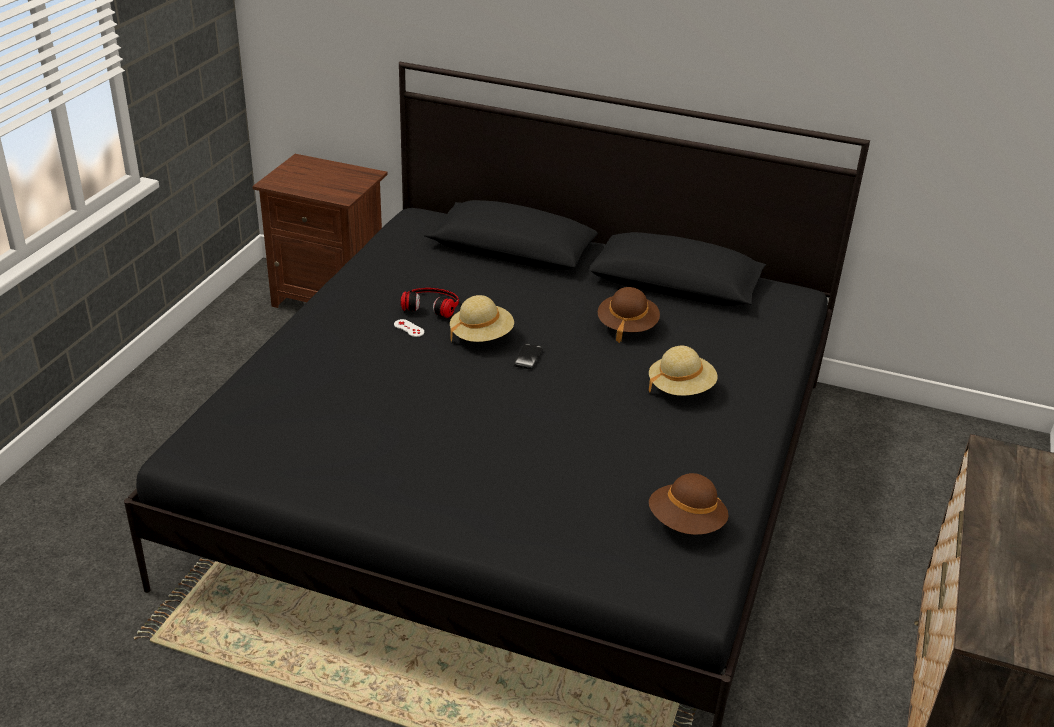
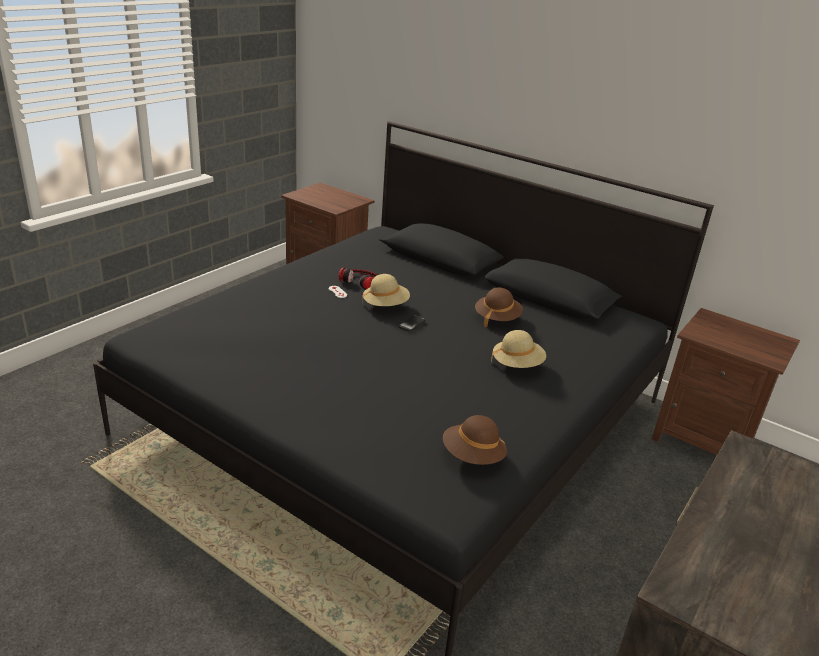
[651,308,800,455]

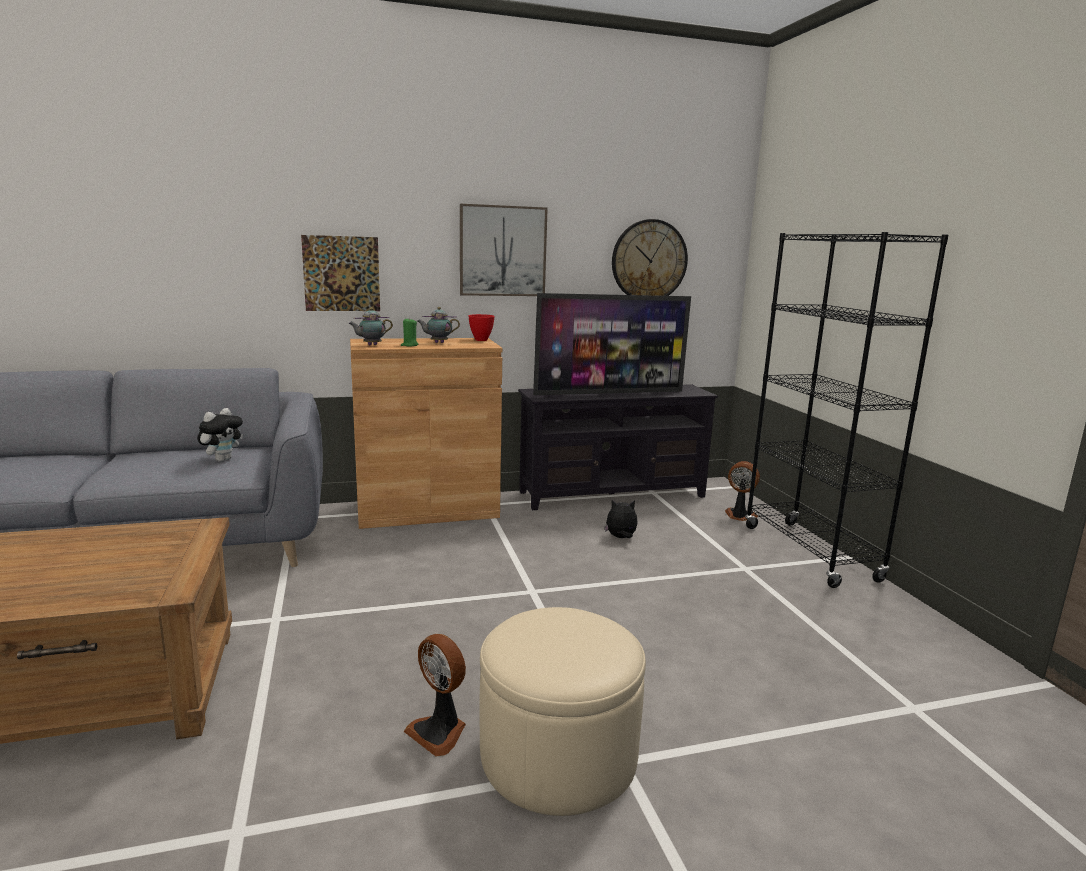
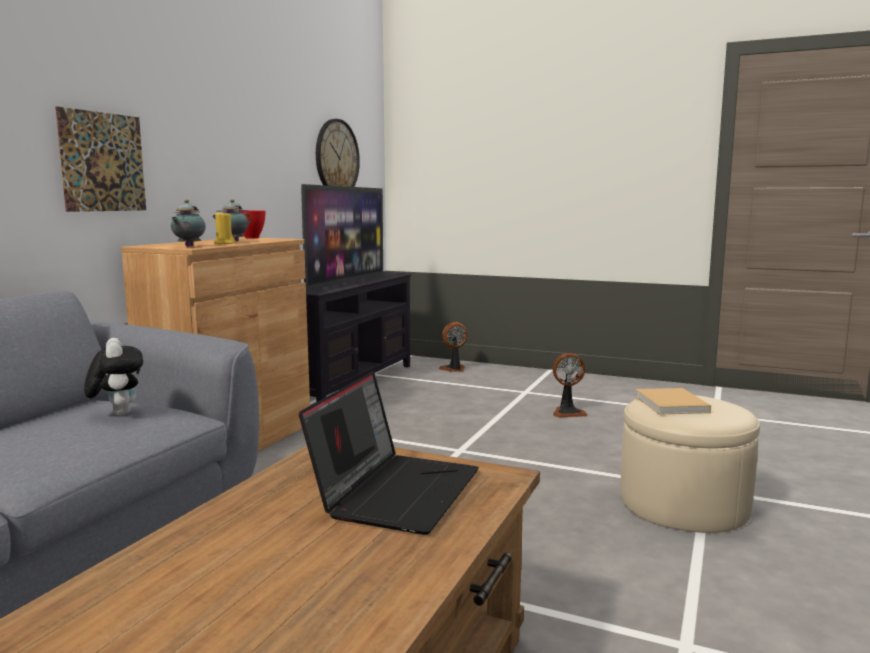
[460,204,548,296] (first image)
[745,232,948,588] (first image)
[214,211,235,244]
[604,500,638,538] (first image)
[553,353,588,418]
[299,371,479,535]
[635,388,711,415]

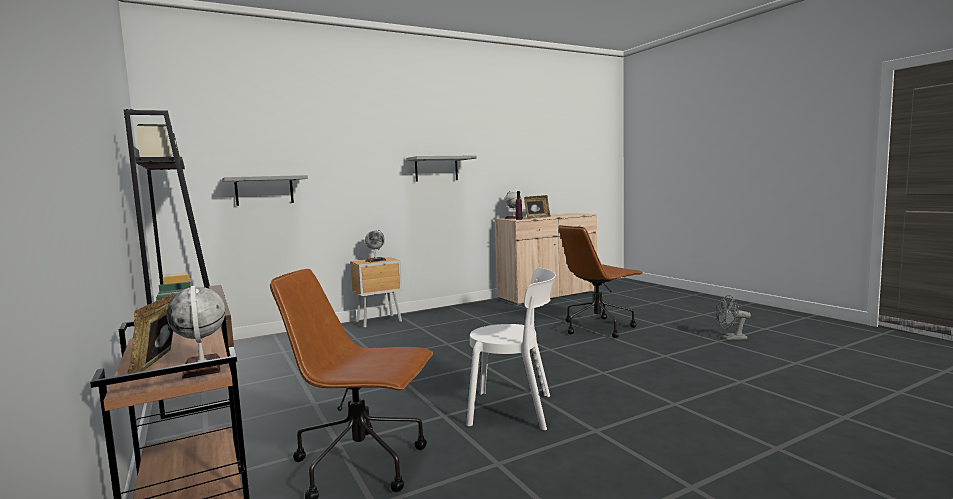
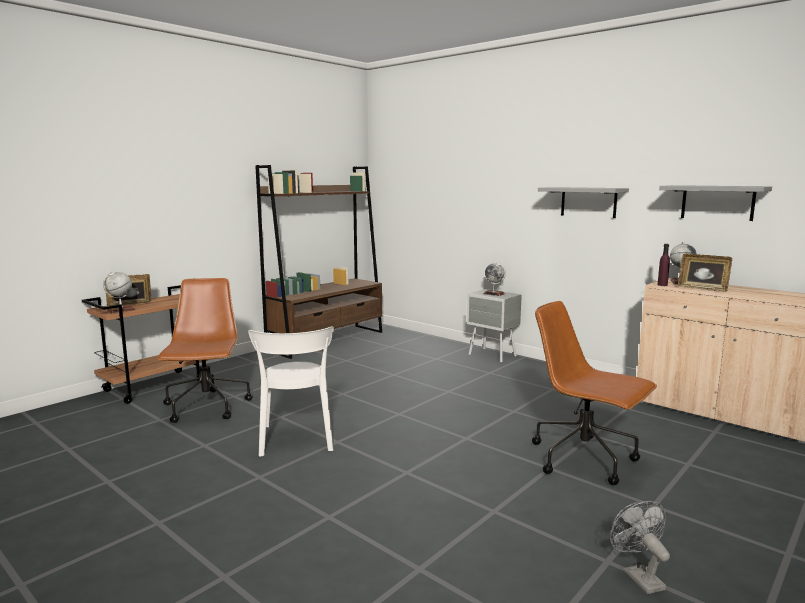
[659,185,772,221]
[467,289,522,363]

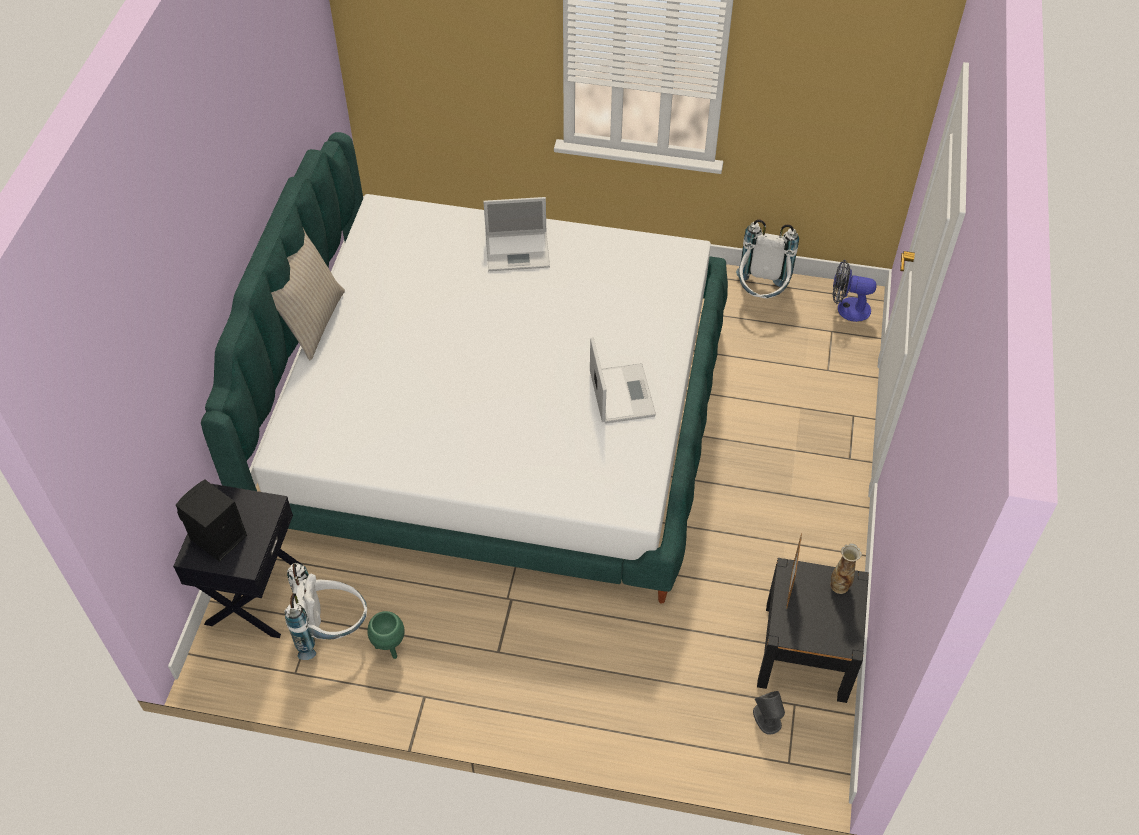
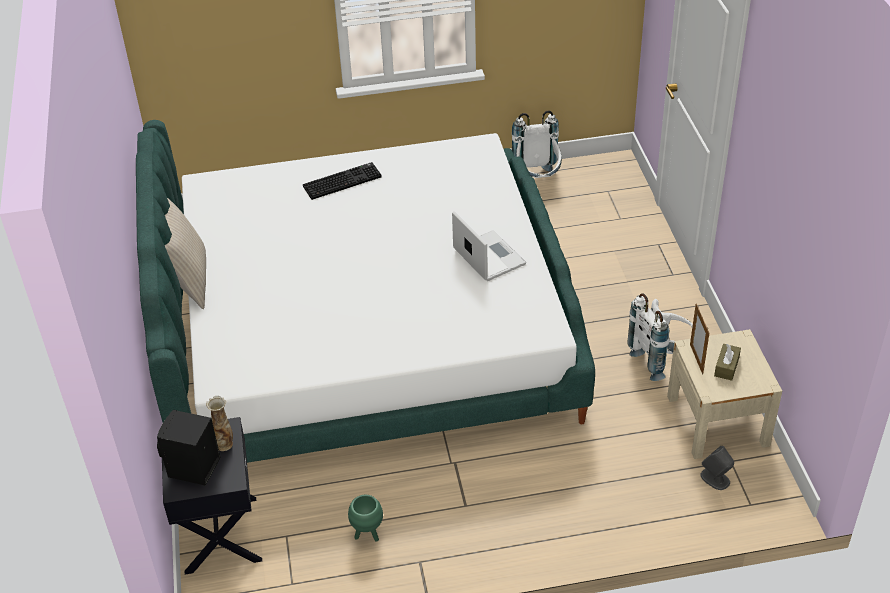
[303,162,382,200]
[833,260,877,322] (first image)
[206,396,233,451]
[667,329,782,459]
[627,293,693,381]
[714,344,741,381]

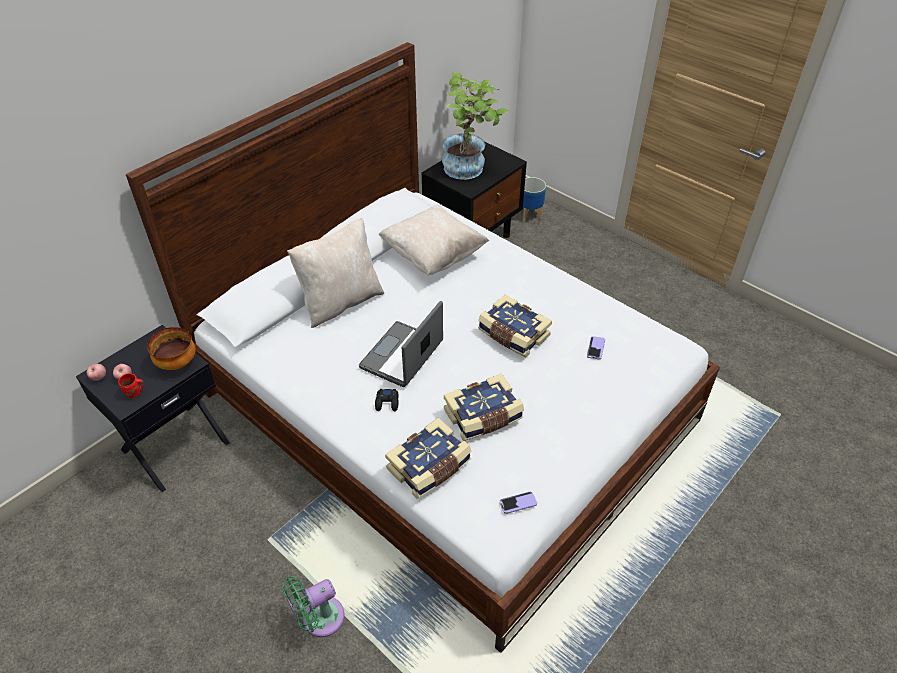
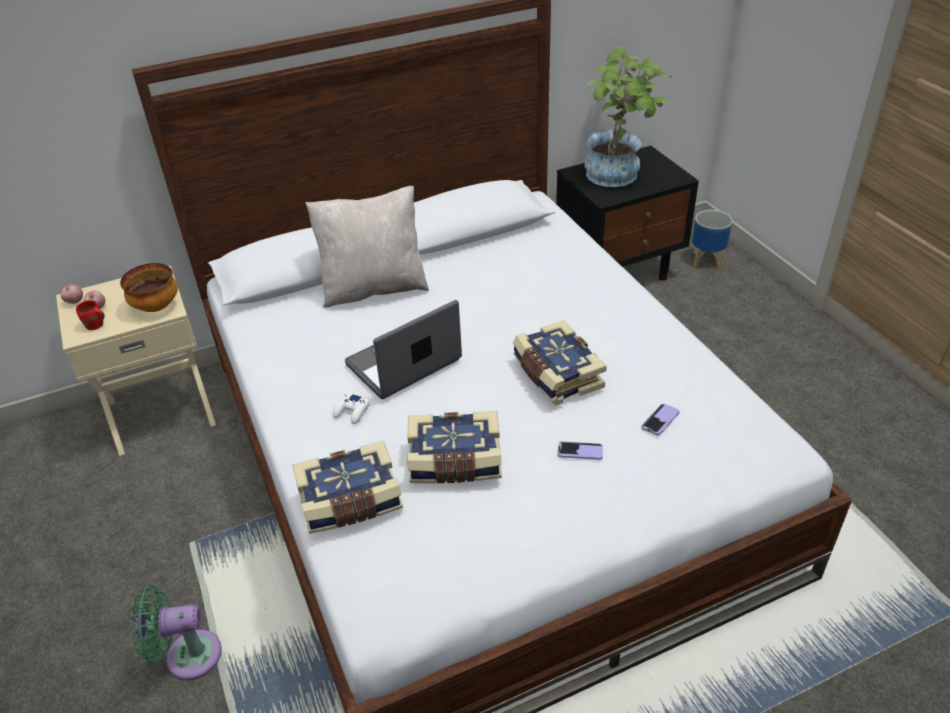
[379,204,489,276] (first image)
[56,265,216,456]
[333,392,370,424]
[558,441,603,460]

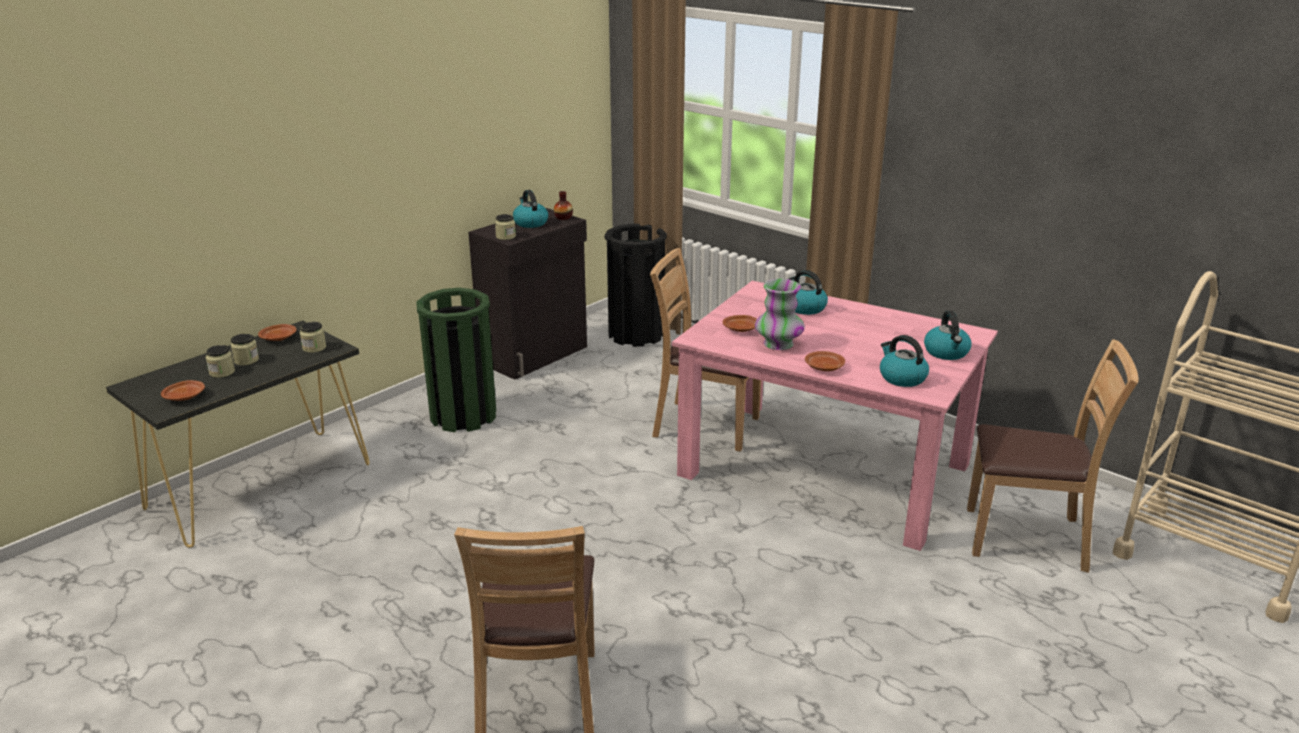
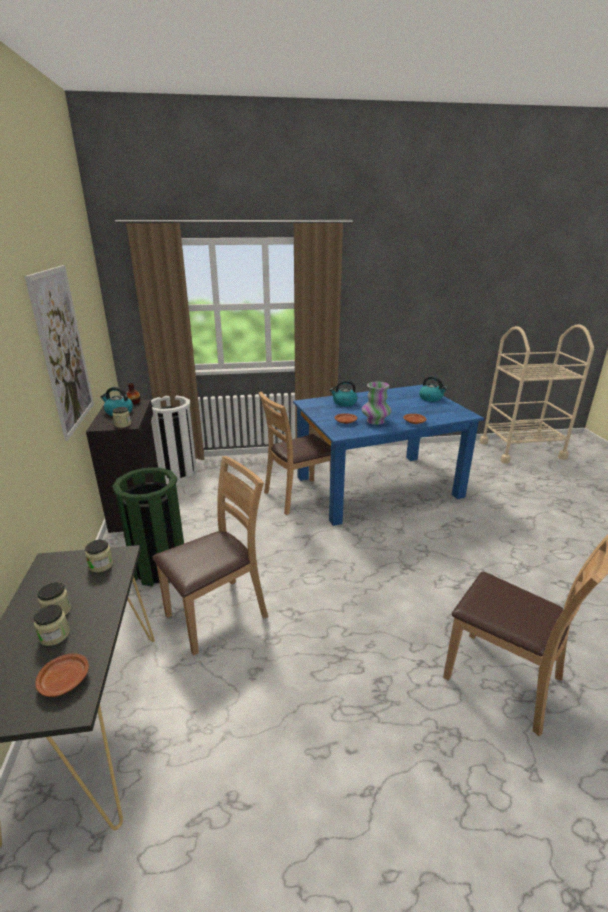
[151,396,197,480]
[293,385,484,526]
[258,324,297,341] (first image)
[880,335,929,387] (first image)
[152,456,268,655]
[25,265,94,441]

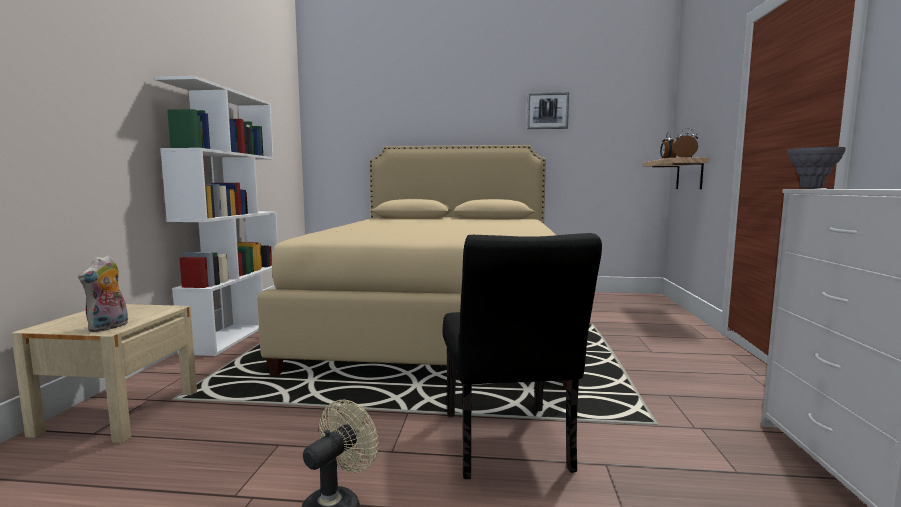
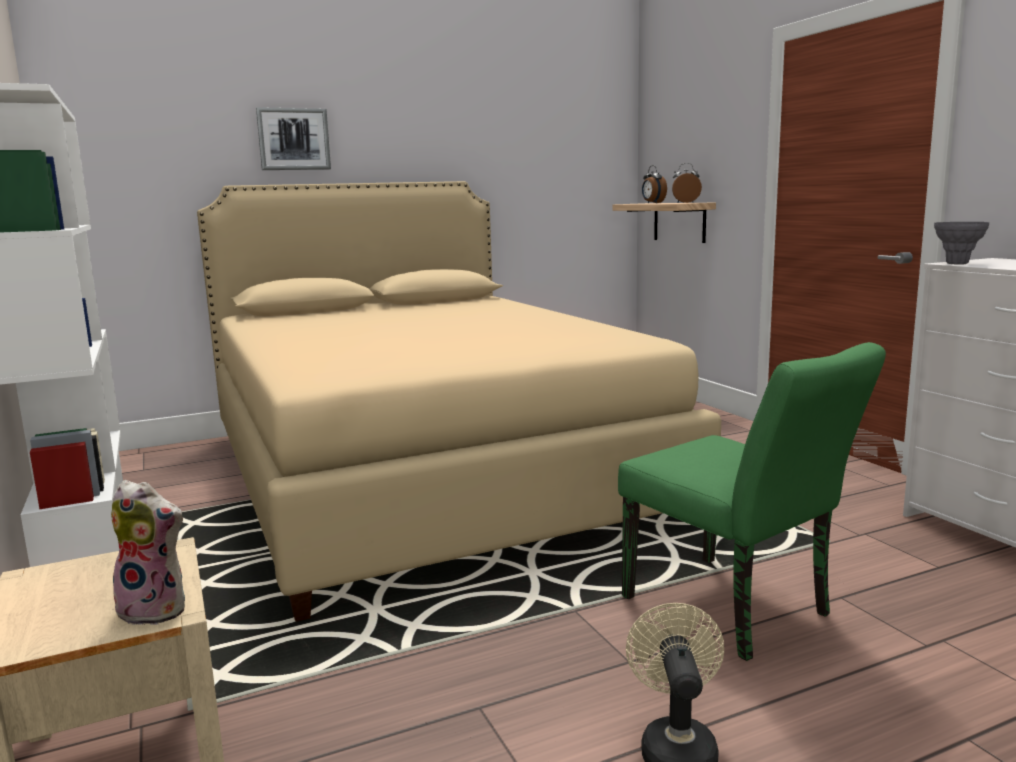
[256,107,331,170]
[618,342,886,661]
[109,480,185,625]

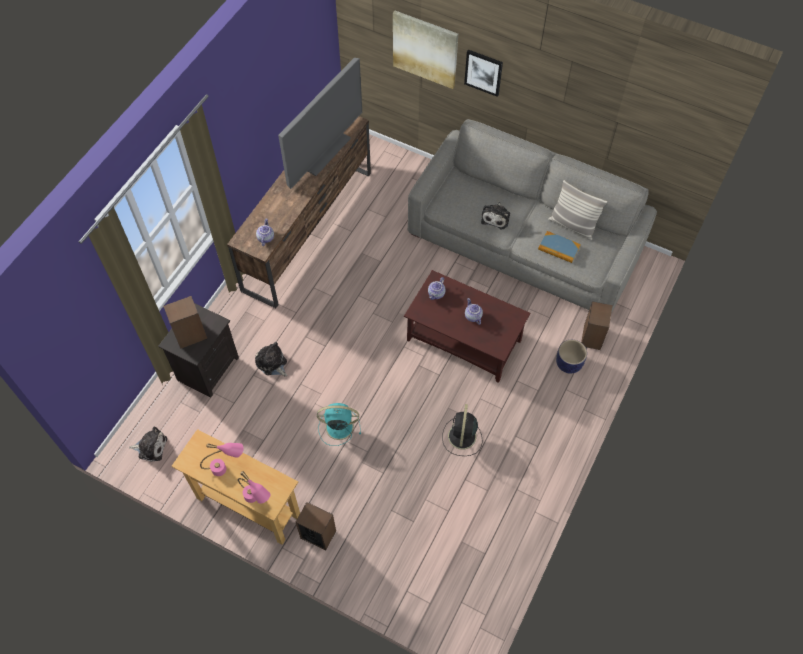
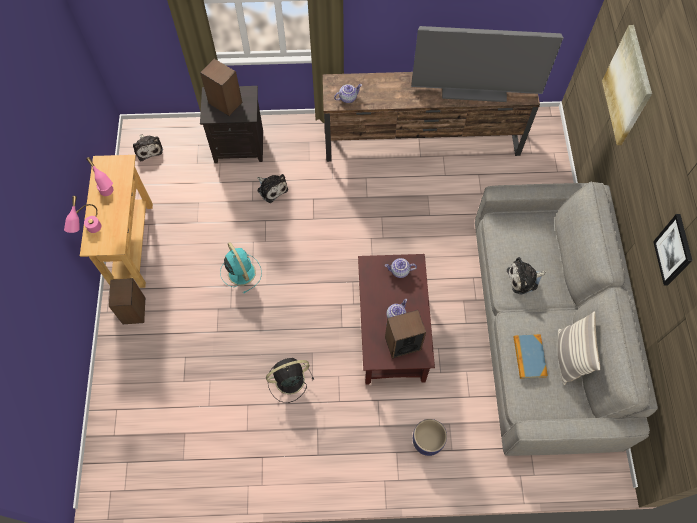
[653,214,693,286]
[385,310,426,359]
[257,174,288,203]

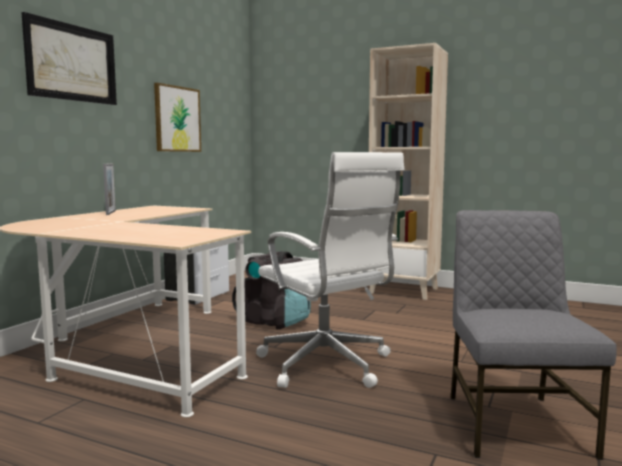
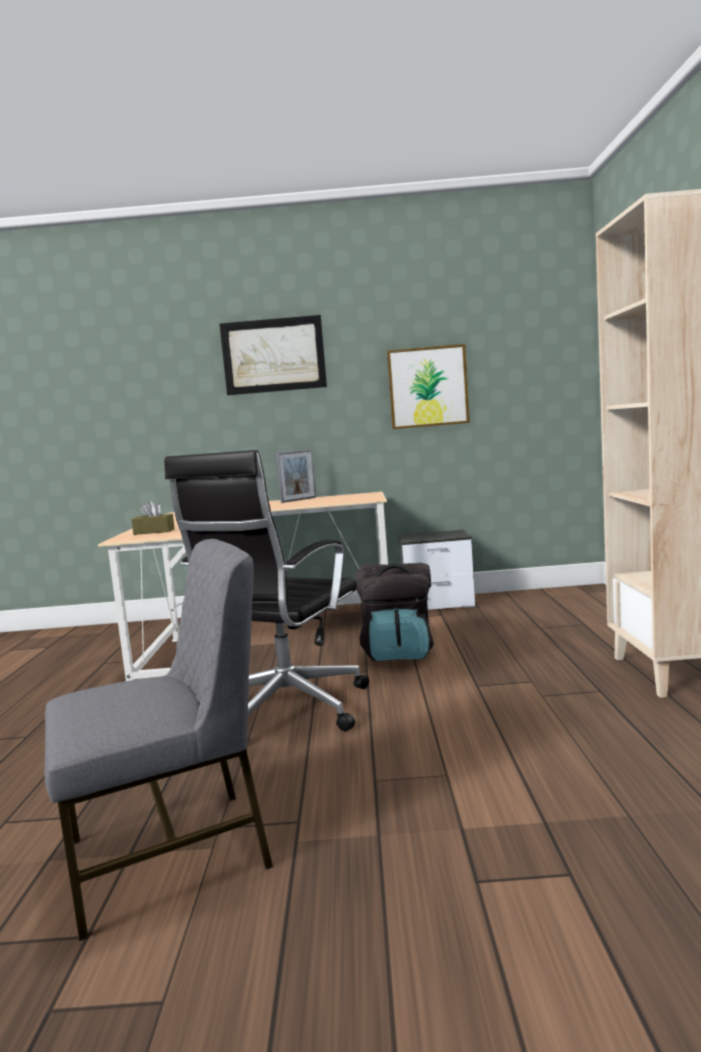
[164,450,369,731]
[131,501,175,535]

